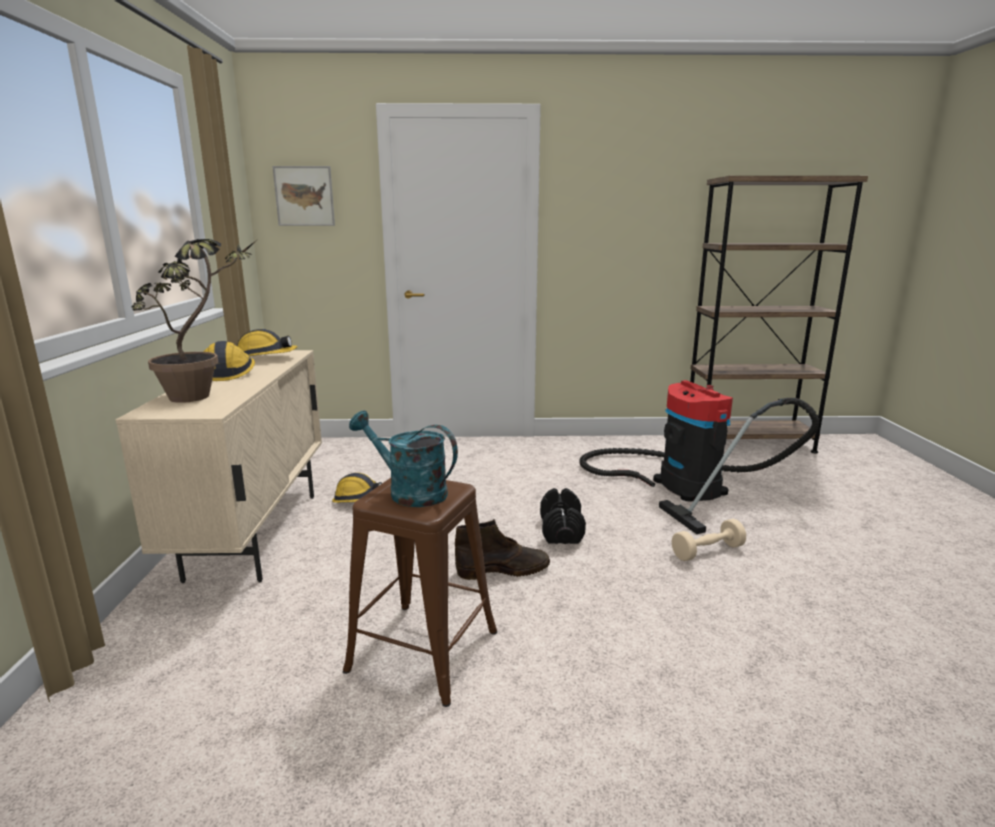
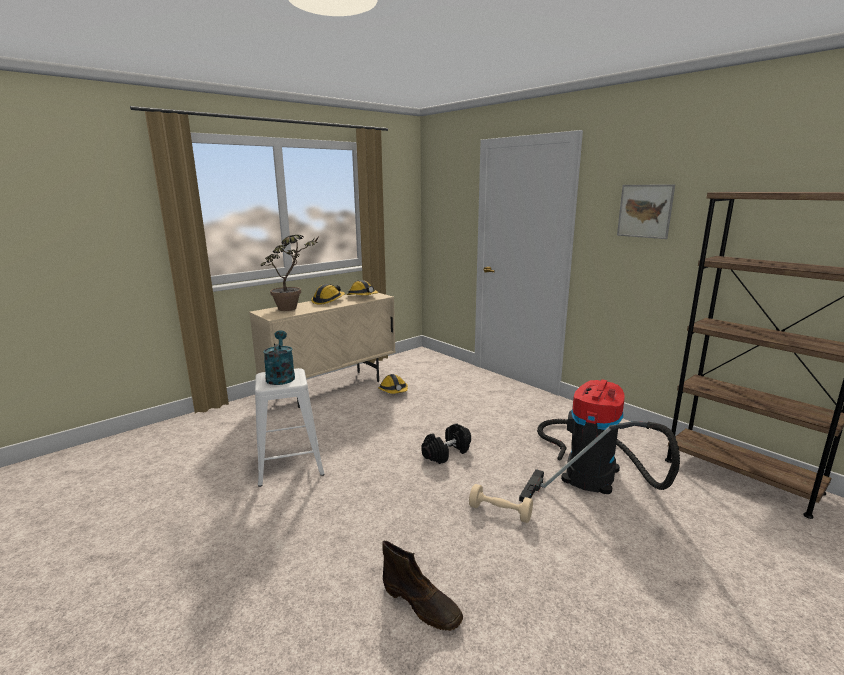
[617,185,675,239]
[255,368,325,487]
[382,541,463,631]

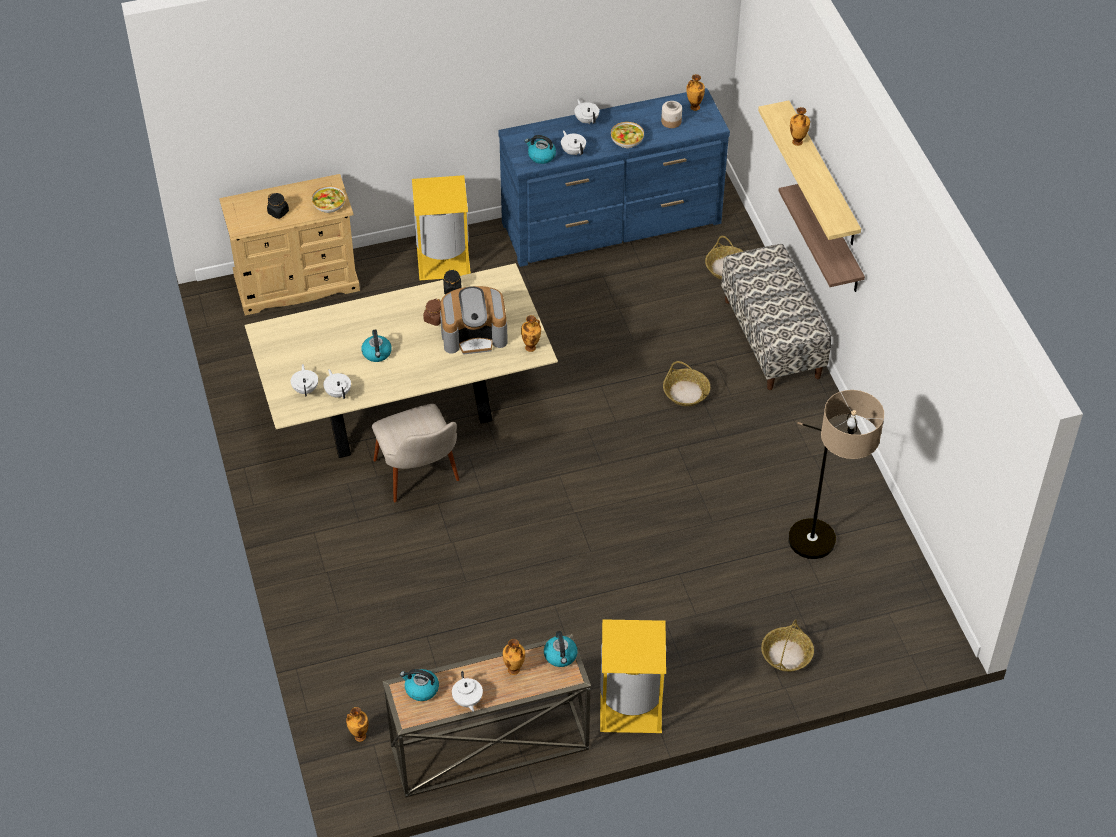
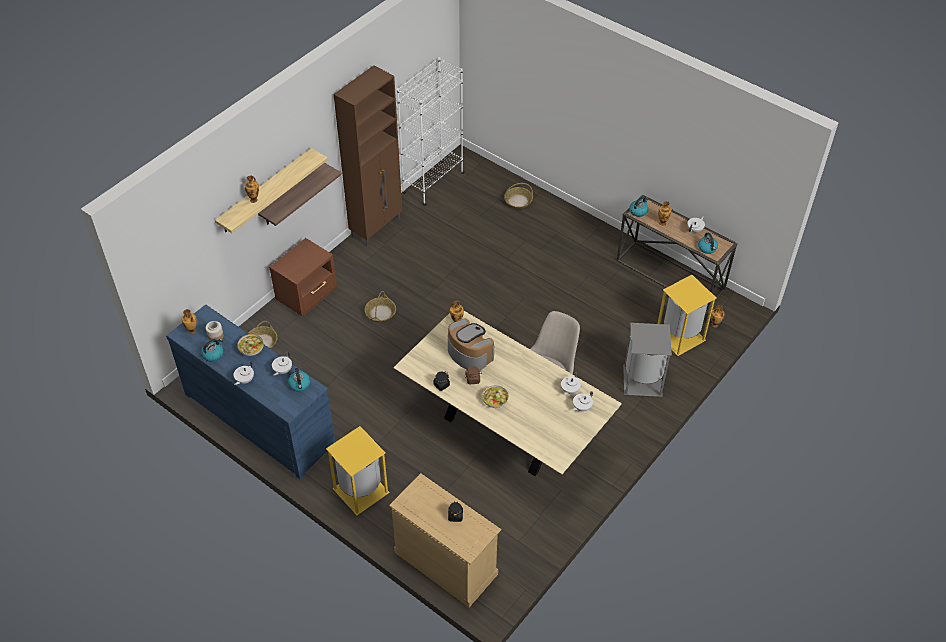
[482,385,509,408]
[269,238,337,316]
[201,339,223,362]
[788,390,884,559] (first image)
[657,275,717,356]
[397,57,465,206]
[334,65,402,247]
[623,323,672,397]

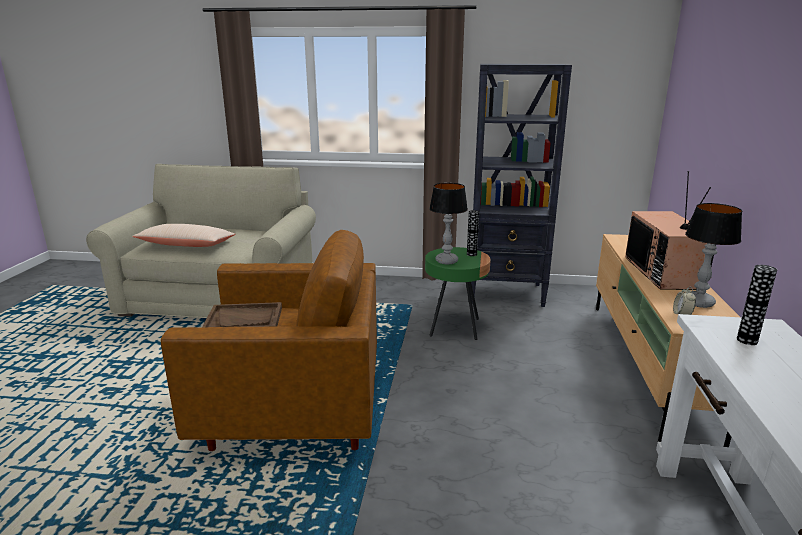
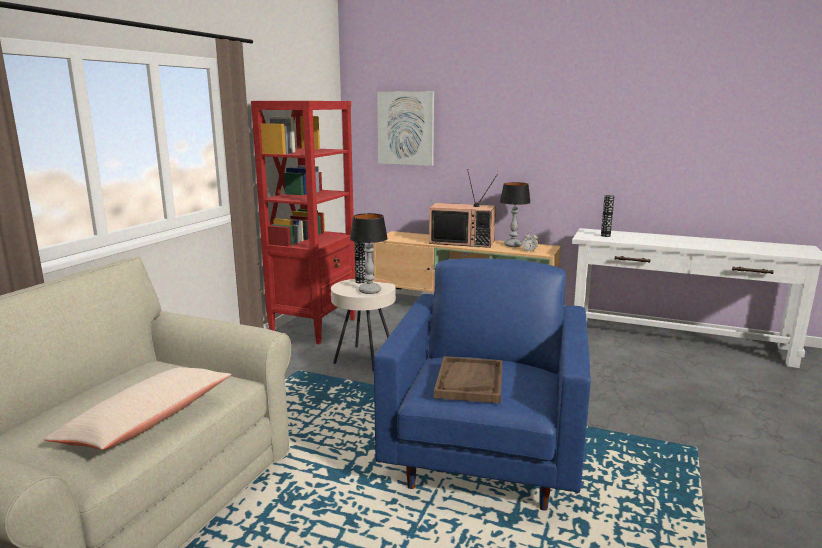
[251,101,356,344]
[374,258,591,511]
[331,279,396,372]
[377,91,434,166]

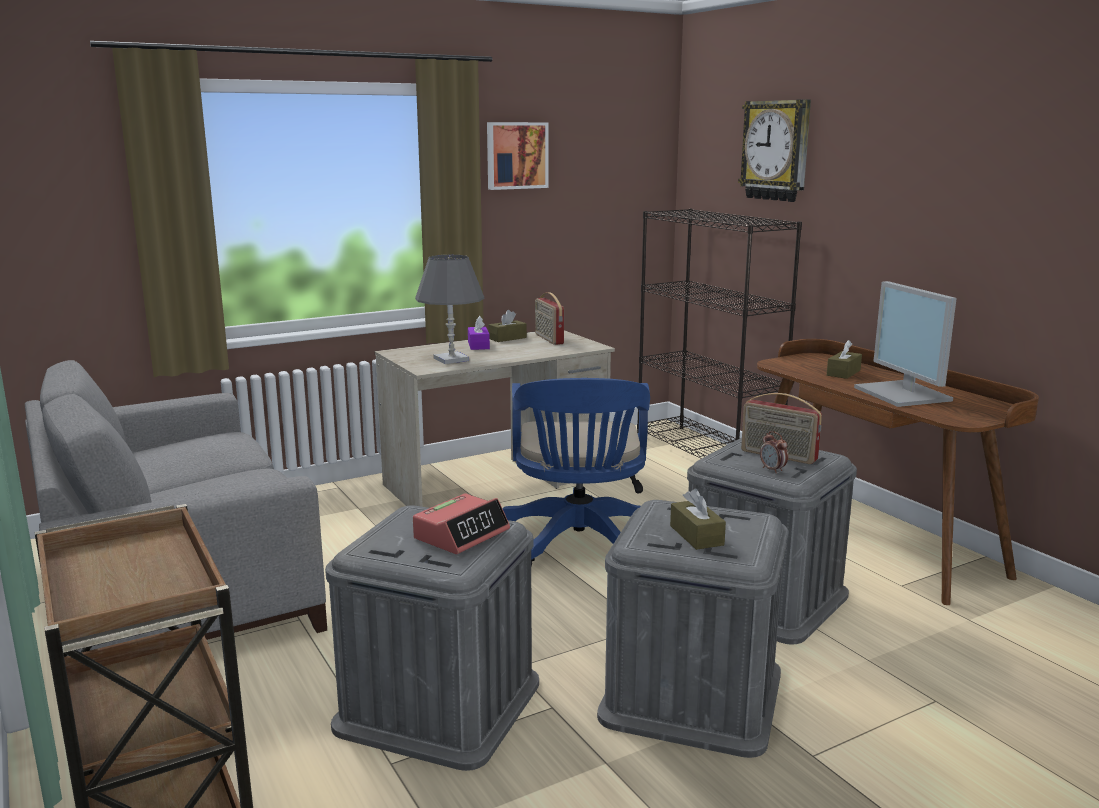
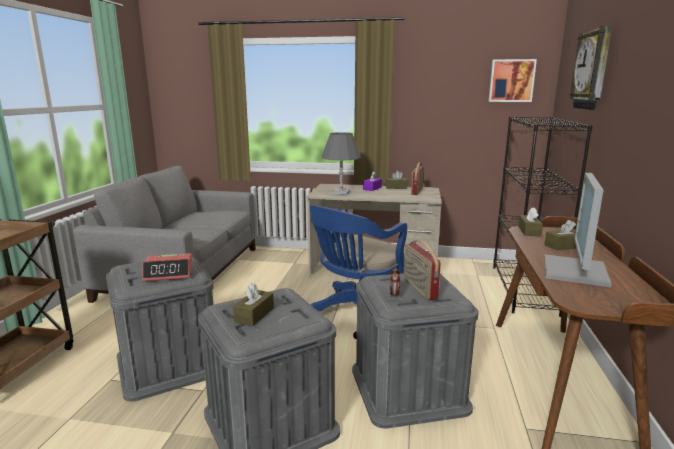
[488,59,537,102]
[518,207,543,236]

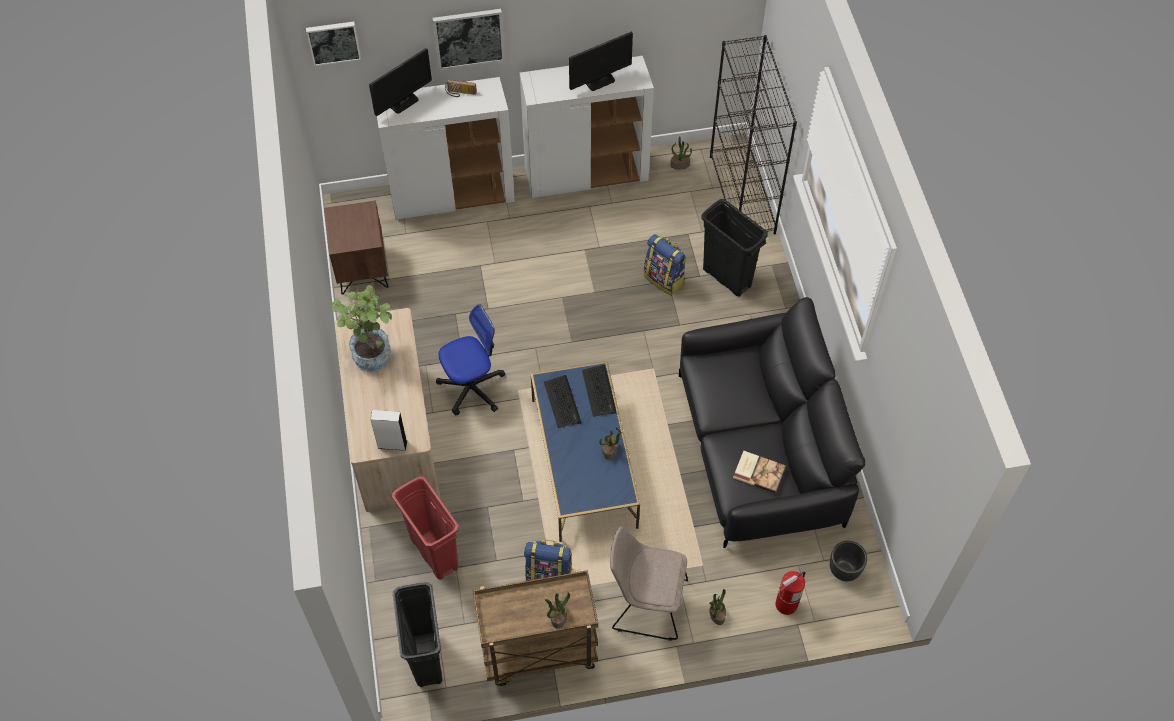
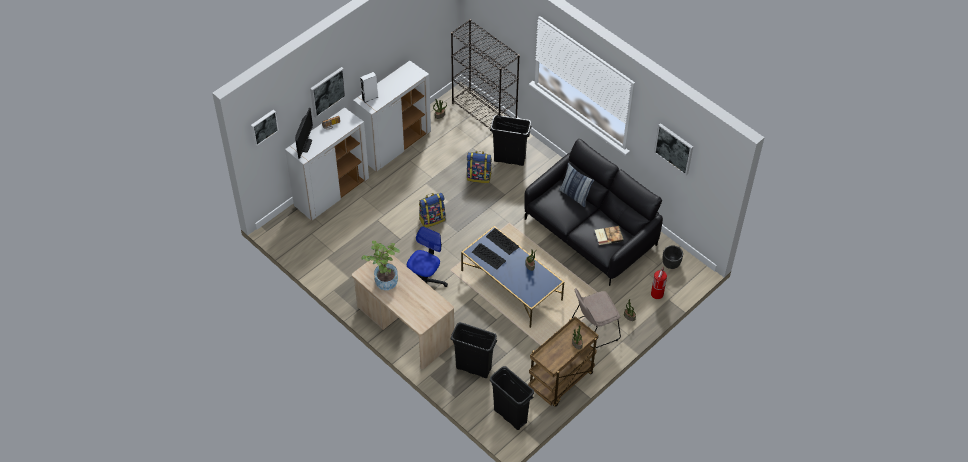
[569,32,633,91] (first image)
[324,201,389,295] (first image)
[360,72,378,103]
[451,322,497,378]
[419,193,446,228]
[654,123,693,175]
[559,163,594,207]

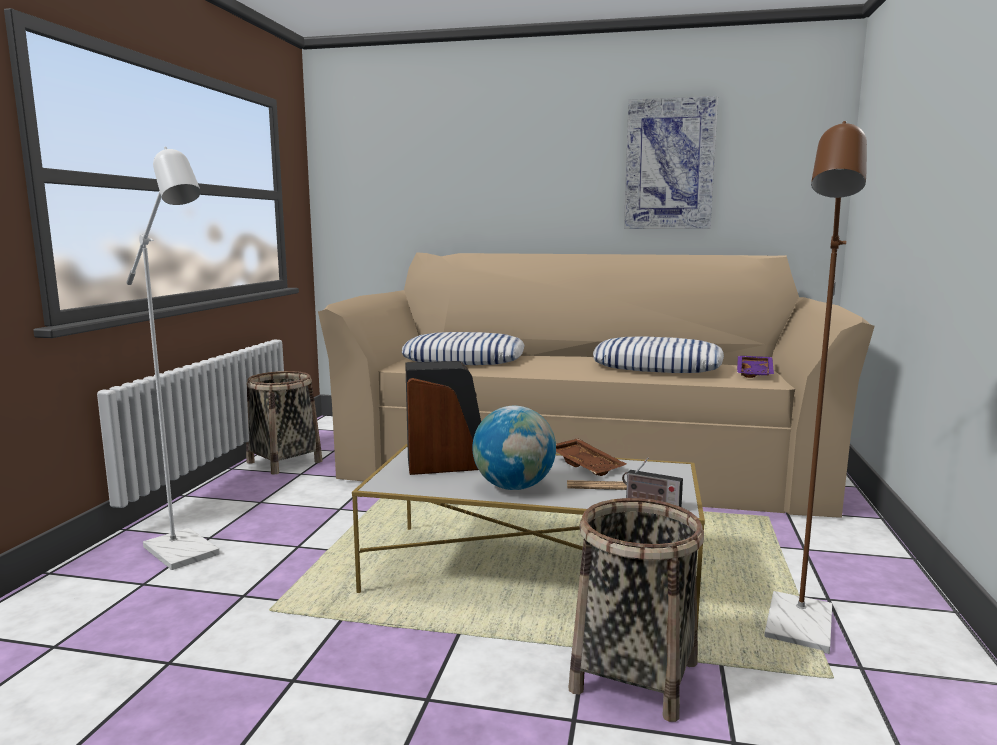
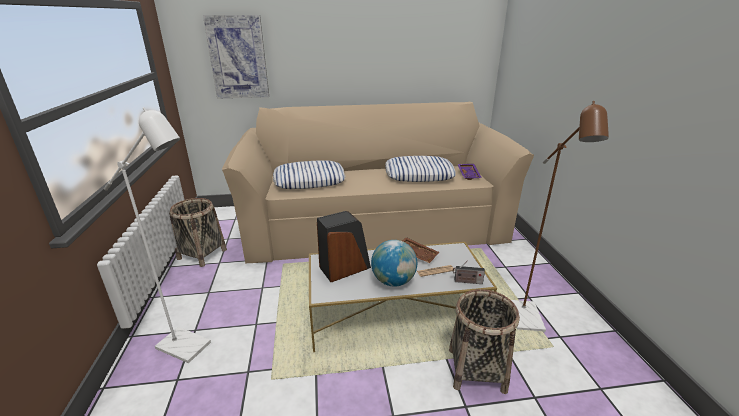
[203,15,269,99]

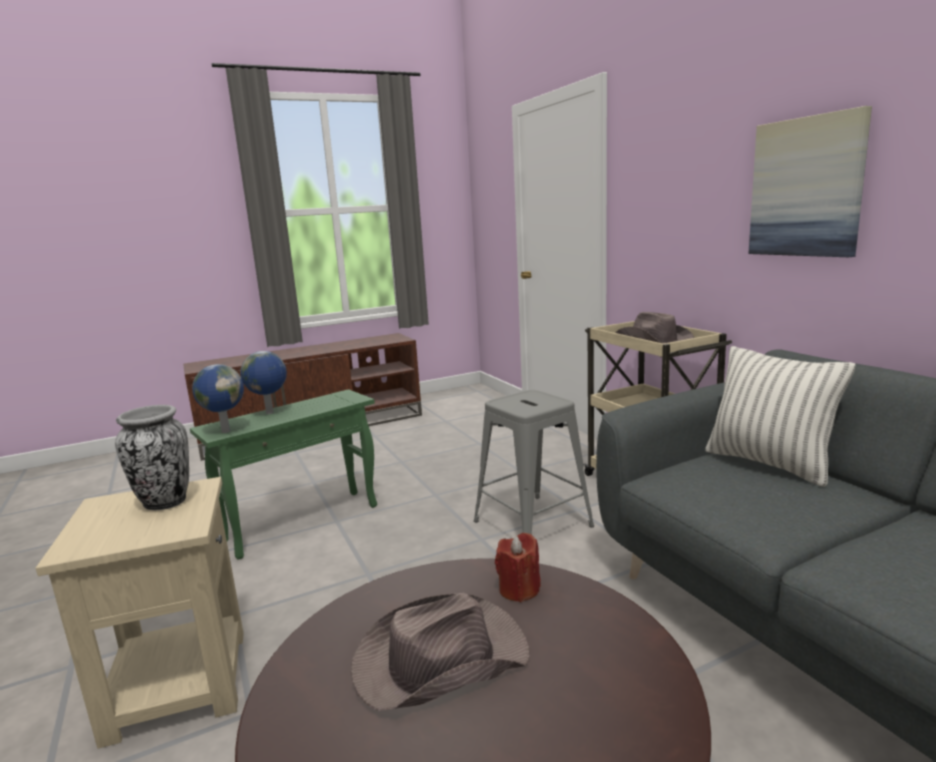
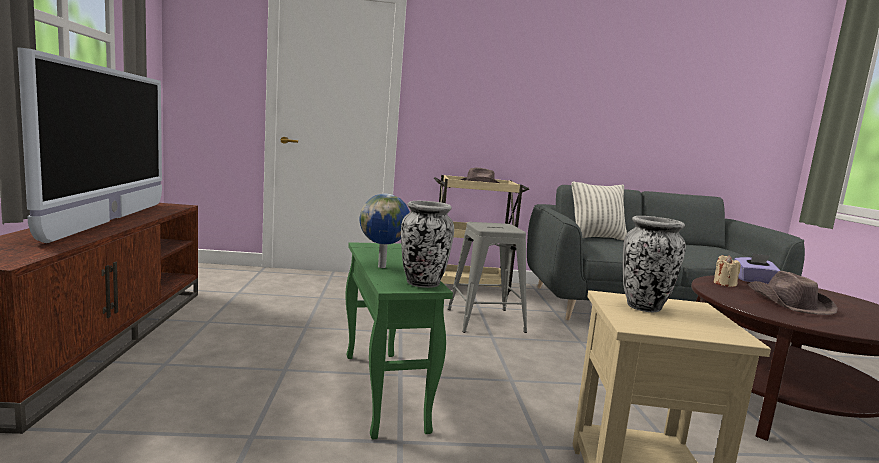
[748,106,872,257] (first image)
[401,201,454,288]
[714,255,741,287]
[17,48,162,243]
[734,253,780,284]

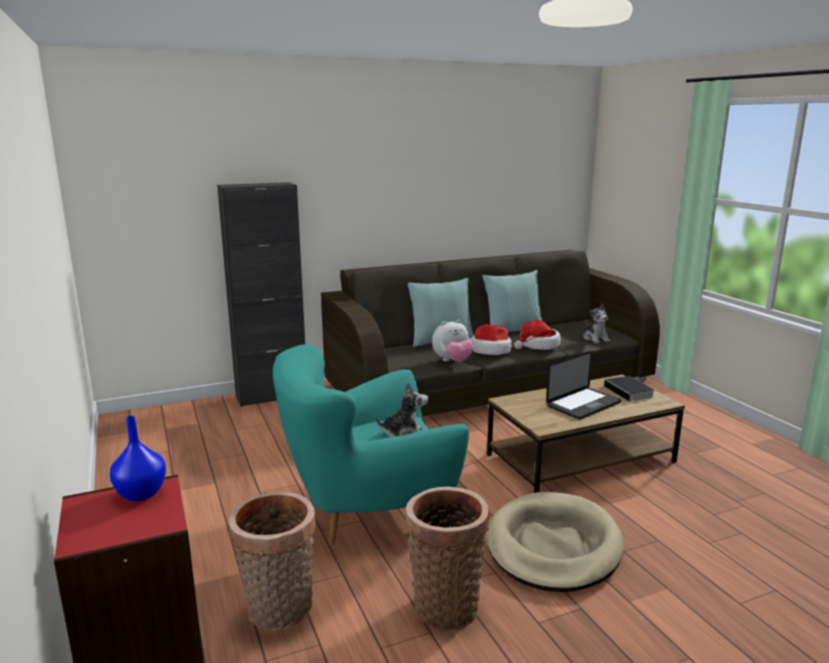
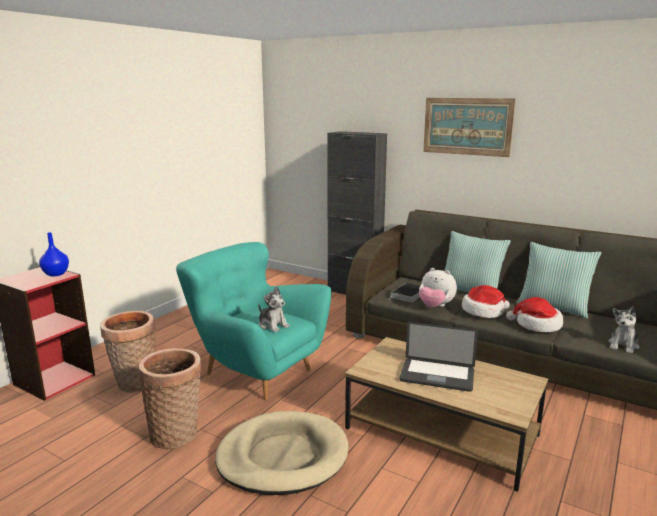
[390,283,420,303]
[423,98,516,157]

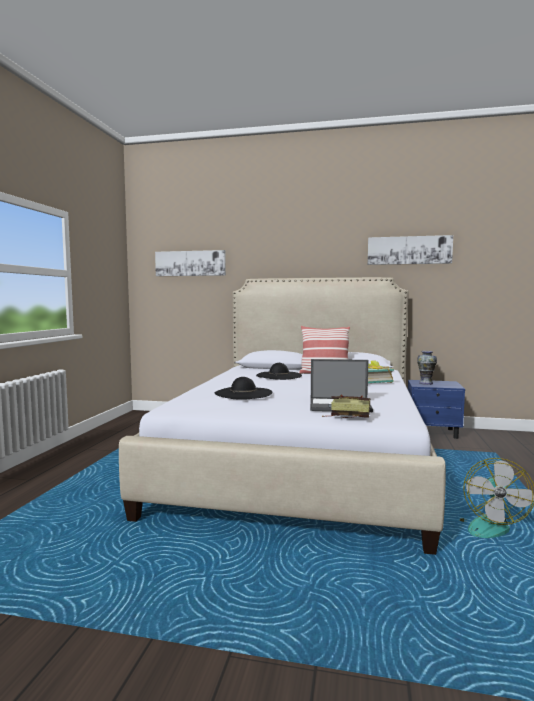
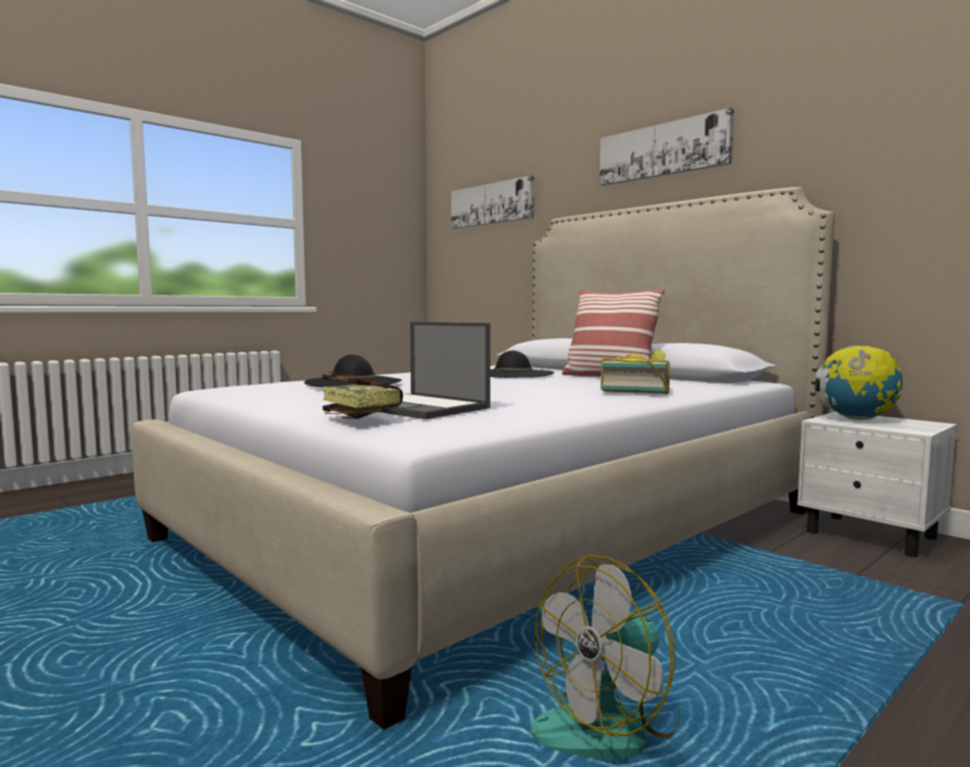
[600,108,734,186]
[815,345,903,420]
[797,411,957,557]

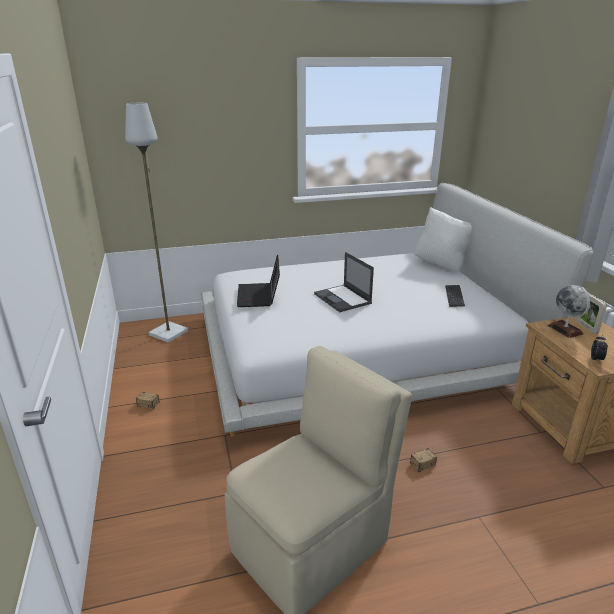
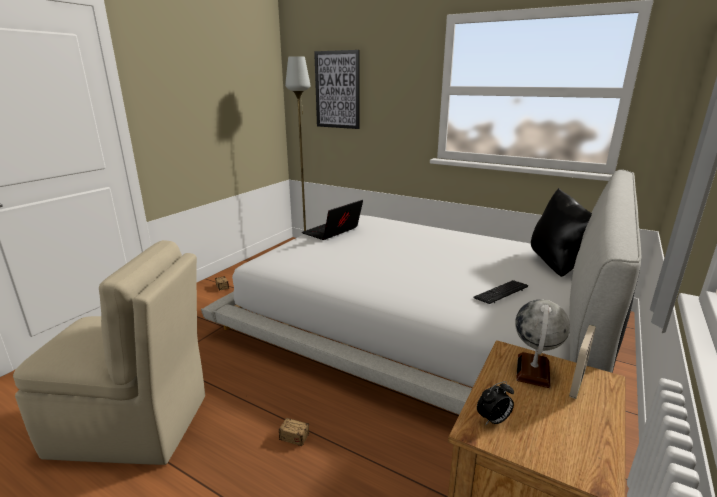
[531,188,592,277]
[314,252,374,312] (first image)
[314,50,360,129]

